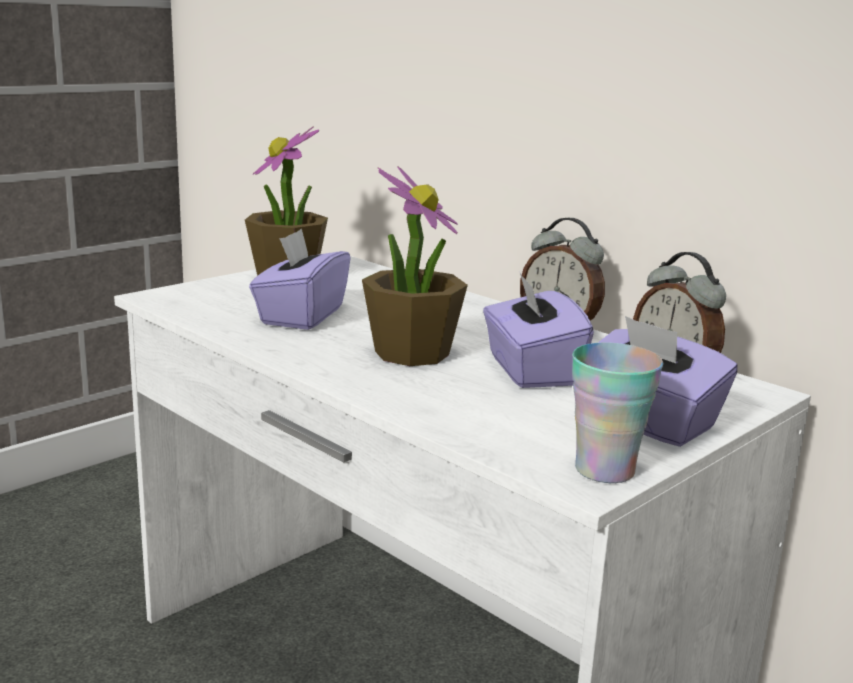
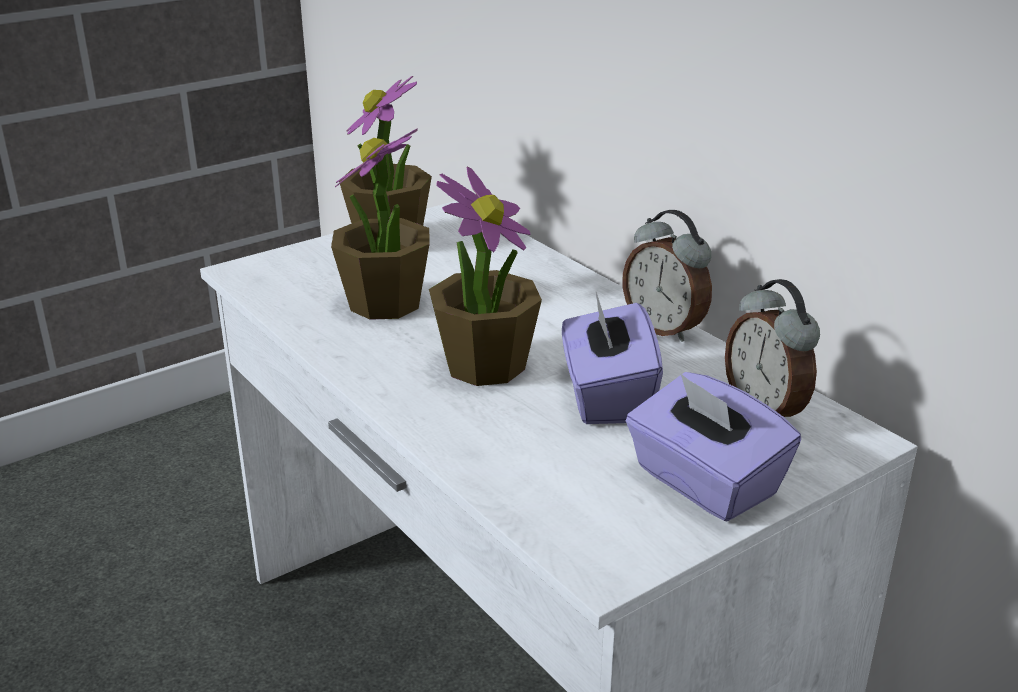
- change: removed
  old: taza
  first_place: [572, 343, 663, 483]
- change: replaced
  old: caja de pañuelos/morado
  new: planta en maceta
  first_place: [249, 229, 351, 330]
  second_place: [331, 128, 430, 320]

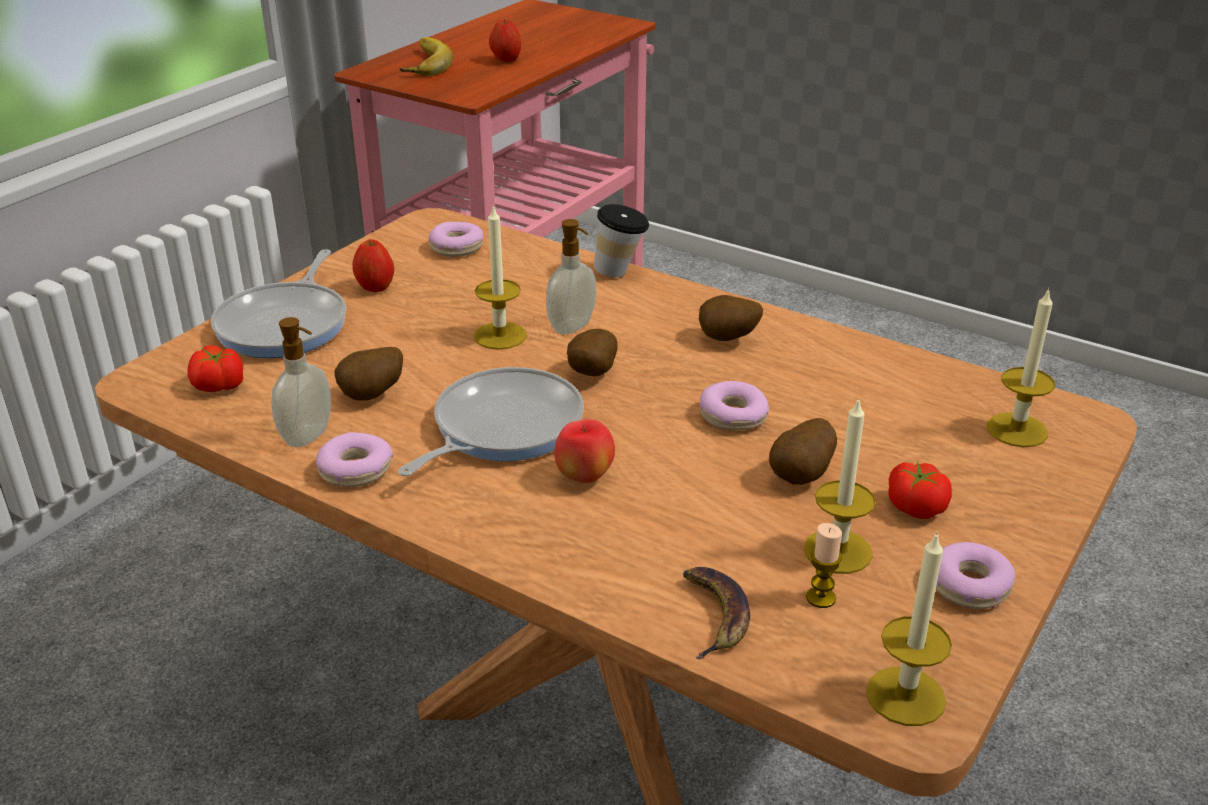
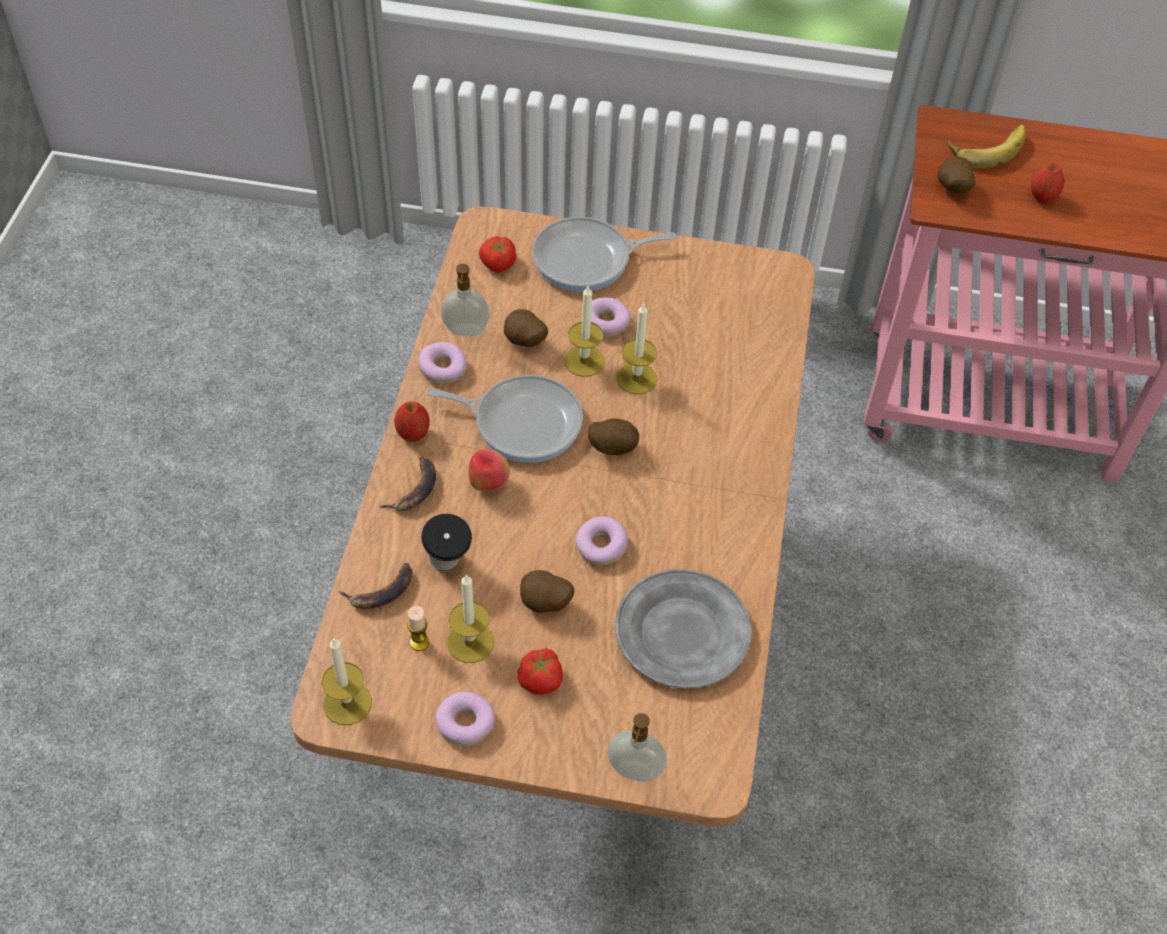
- change: added
  new: plátano
  second_place: [379, 457, 436, 511]
- change: added
  new: plato/gris
  second_place: [615, 569, 751, 689]
- change: moved
  old: manzana
  first_place: [352, 239, 394, 292]
  second_place: [394, 401, 430, 442]
- change: moved
  old: rosquilla
  first_place: [429, 222, 483, 257]
  second_place: [591, 297, 630, 337]
- change: moved
  old: dispensador de jabón
  first_place: [546, 219, 596, 335]
  second_place: [607, 713, 667, 782]
- change: moved
  old: taza
  first_place: [594, 204, 649, 277]
  second_place: [421, 514, 472, 570]
- change: moved
  old: patata
  first_place: [699, 295, 763, 341]
  second_place: [938, 156, 975, 193]
- change: moved
  old: vela
  first_place: [987, 288, 1055, 447]
  second_place: [564, 286, 605, 377]

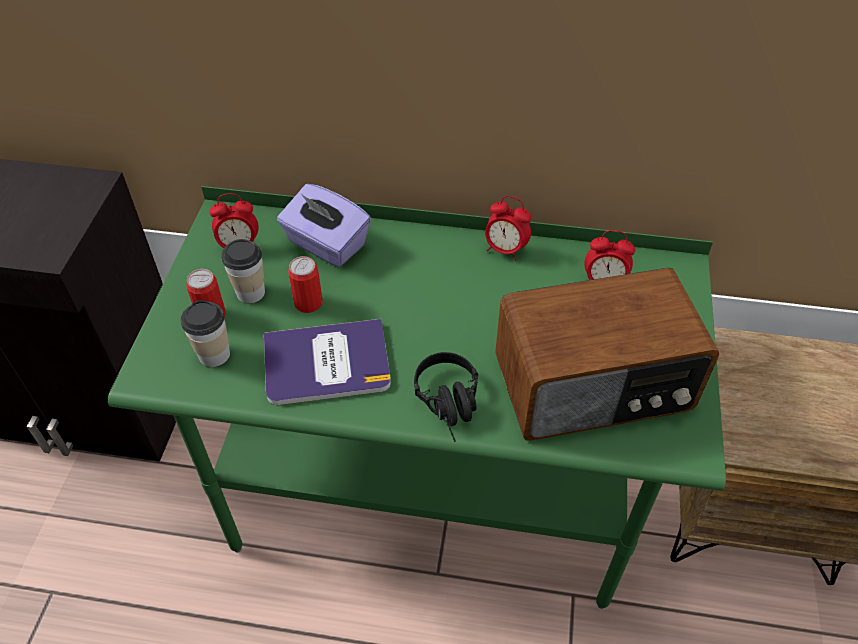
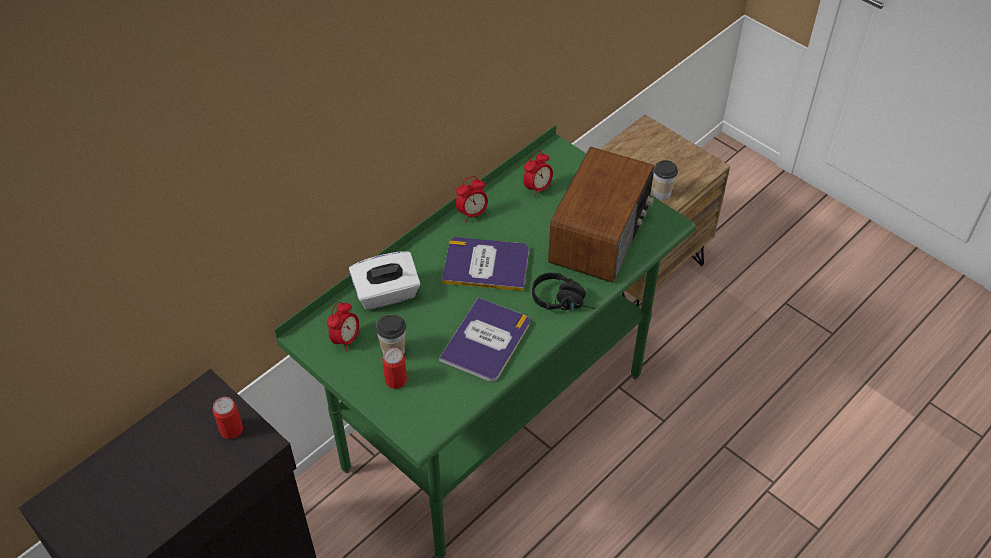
- change: added
  new: libro
  second_place: [442, 237, 529, 291]
- change: moved
  old: taza
  first_place: [181, 300, 230, 367]
  second_place: [653, 160, 678, 200]
- change: moved
  old: lata
  first_place: [288, 256, 323, 313]
  second_place: [213, 397, 243, 439]
- change: recoloured
  old: caja de pañuelos/morado
  new: caja de pañuelos/blanco
  first_place: [277, 184, 371, 267]
  second_place: [349, 252, 421, 310]

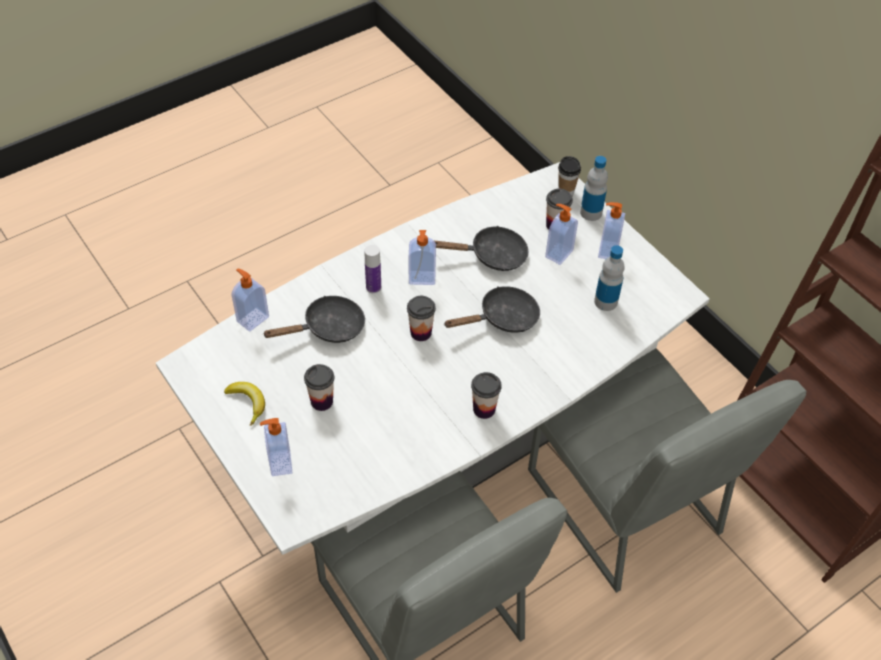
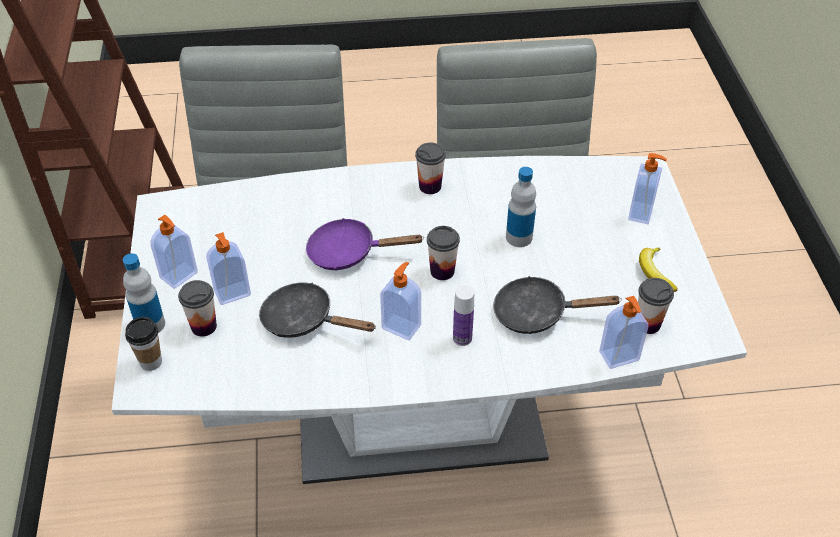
- change: moved
  old: taza
  first_place: [304, 364, 334, 411]
  second_place: [638, 278, 674, 334]
- change: moved
  old: botella
  first_place: [594, 245, 624, 311]
  second_place: [506, 167, 536, 247]
- change: recoloured
  old: sartén/negro
  new: sartén/morado
  first_place: [445, 286, 540, 333]
  second_place: [306, 218, 423, 271]

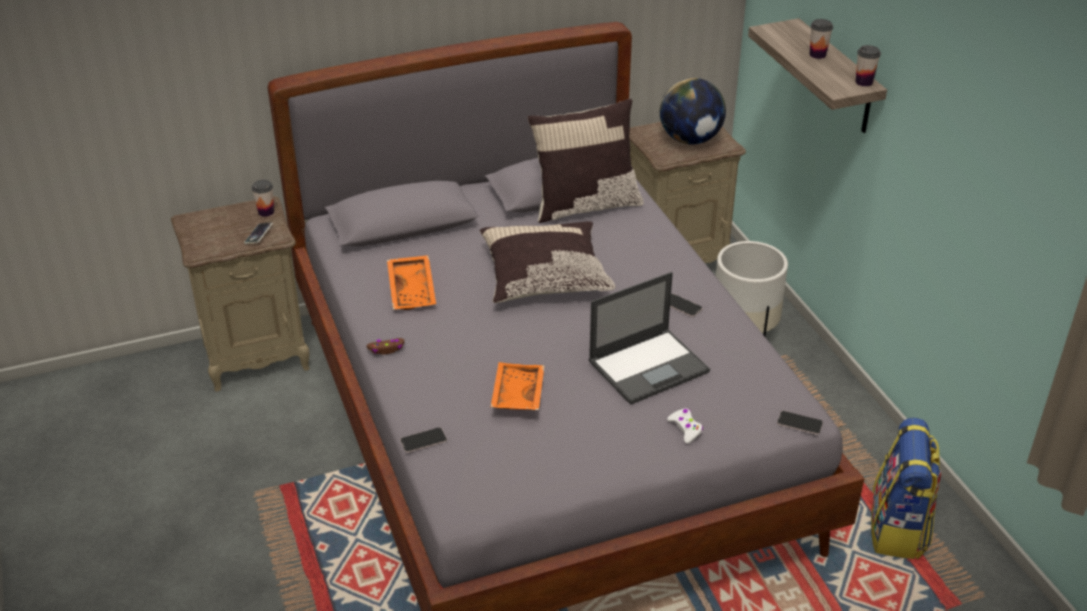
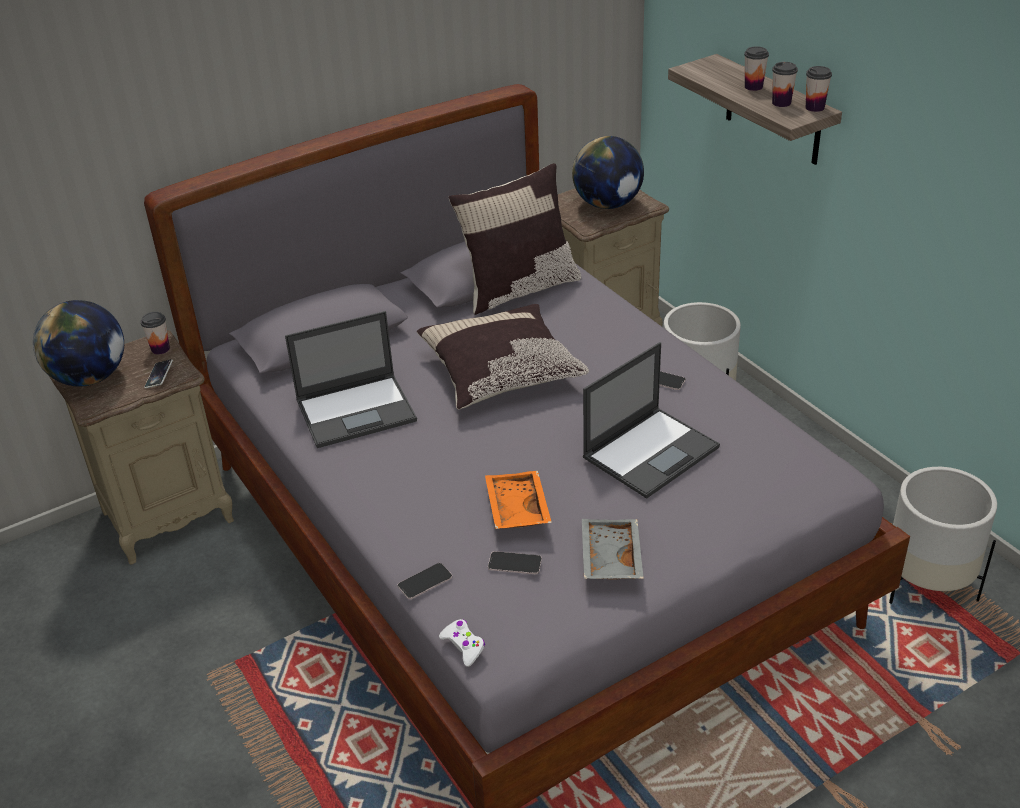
- change: removed
  old: mando de consola/marrón
  first_place: [366, 338, 404, 355]
- change: added
  new: globo terráqueo
  second_place: [33, 300, 124, 386]
- change: added
  new: bandeja/gris
  second_place: [582, 519, 644, 579]
- change: added
  new: taza
  second_place: [772, 62, 798, 107]
- change: moved
  old: mando de consola/blanco
  first_place: [667, 408, 703, 444]
  second_place: [439, 619, 485, 667]
- change: moved
  old: móvil
  first_place: [777, 411, 823, 435]
  second_place: [488, 551, 542, 574]
- change: replaced
  old: bandeja/naranja
  new: portátil
  first_place: [387, 255, 436, 310]
  second_place: [285, 311, 417, 448]
- change: replaced
  old: mochila
  new: maceta/blanco
  first_place: [871, 418, 941, 559]
  second_place: [889, 467, 997, 604]

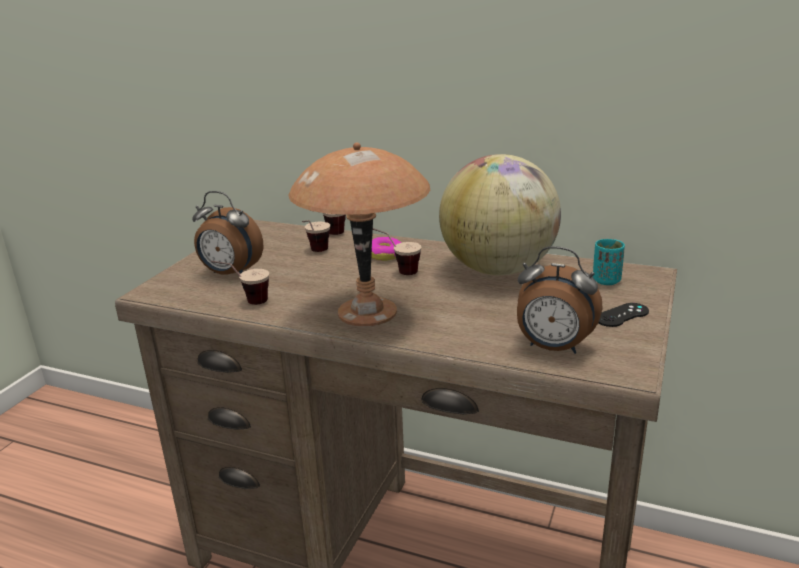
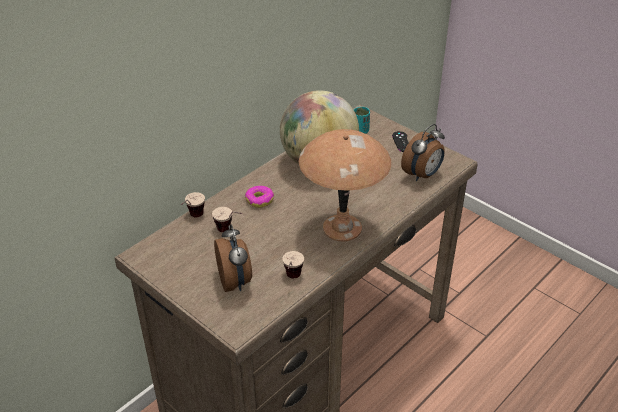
- change: removed
  old: taza
  first_place: [373, 228, 421, 275]
- change: turned
  old: despertador
  first_place: [192, 191, 263, 275]
  second_place: [214, 224, 252, 292]
  degrees: -60

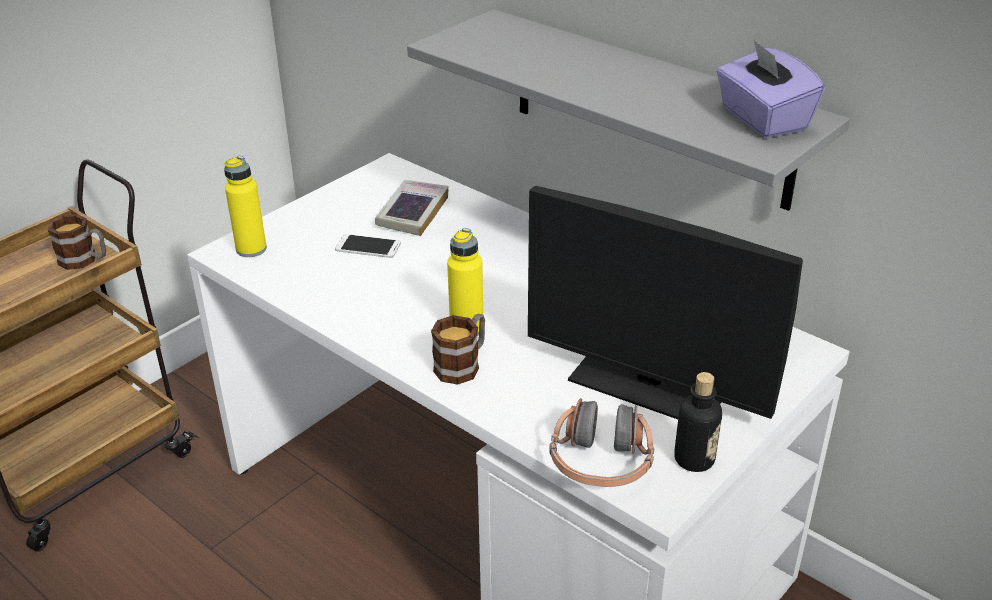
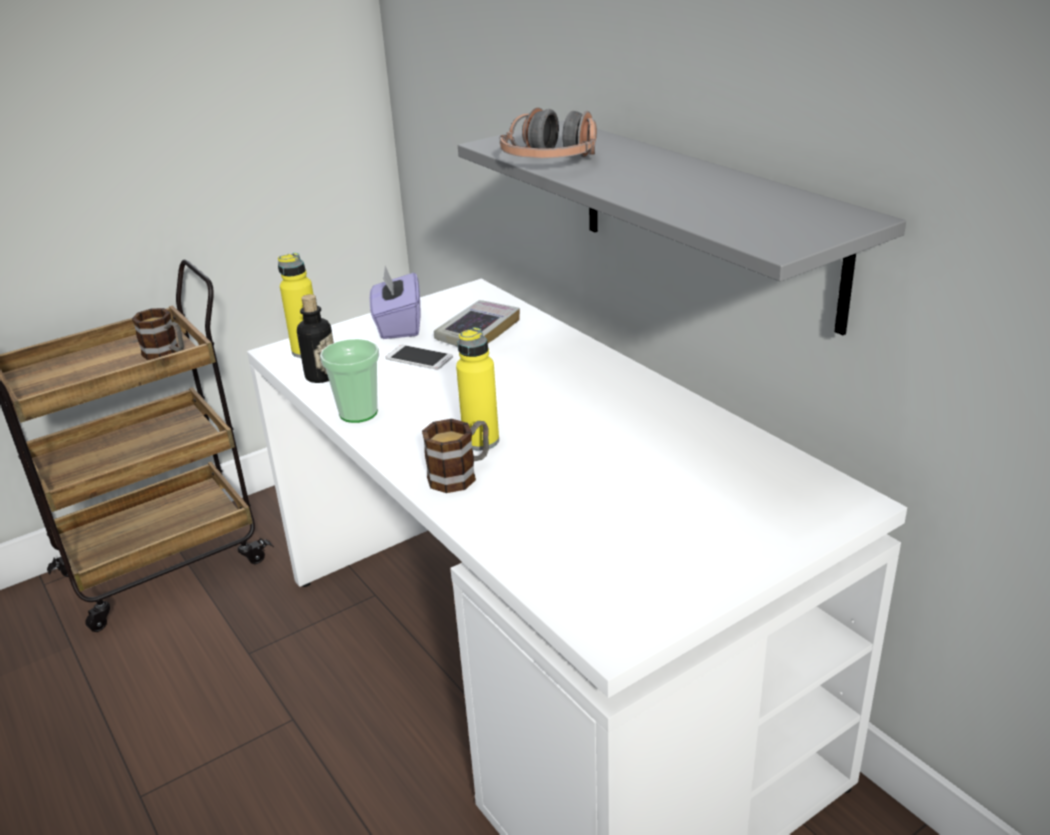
- change: removed
  old: monitor
  first_place: [528, 186, 803, 419]
- change: added
  new: taza
  second_place: [320, 339, 379, 423]
- change: moved
  old: auriculares
  first_place: [550, 398, 654, 487]
  second_place: [500, 108, 597, 158]
- change: moved
  old: botella
  first_place: [674, 372, 722, 472]
  second_place: [297, 294, 334, 383]
- change: moved
  old: caja de pañuelos/morado
  first_place: [717, 40, 825, 138]
  second_place: [369, 266, 421, 339]

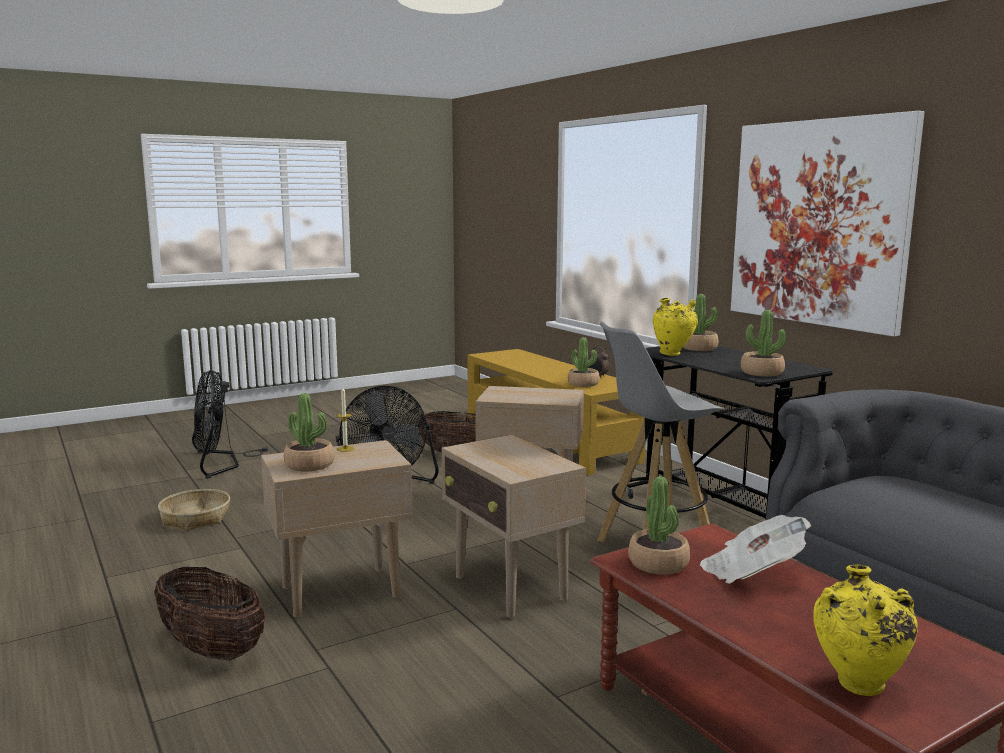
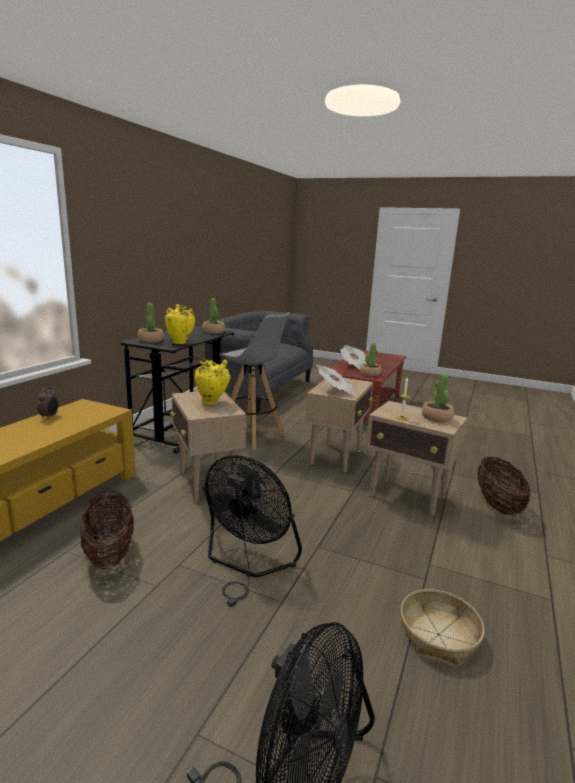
- change: removed
  old: planta en maceta
  first_place: [568, 337, 600, 387]
- change: removed
  old: cuadro
  first_place: [731, 111, 924, 336]
- change: added
  new: periódico
  second_place: [316, 365, 356, 395]
- change: moved
  old: florero/amarillo
  first_place: [813, 565, 918, 696]
  second_place: [195, 360, 230, 405]

